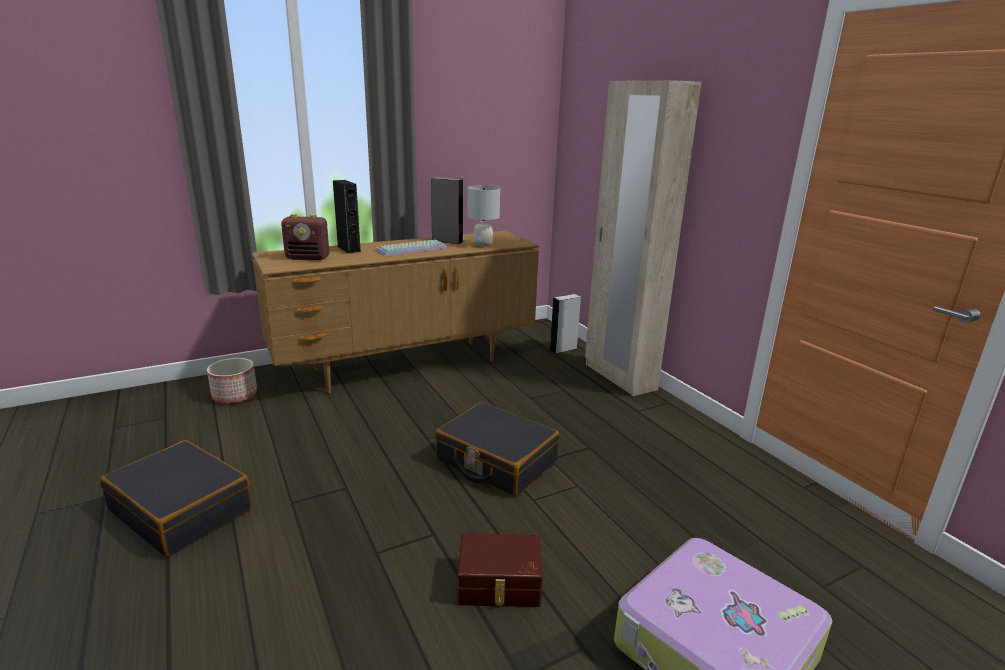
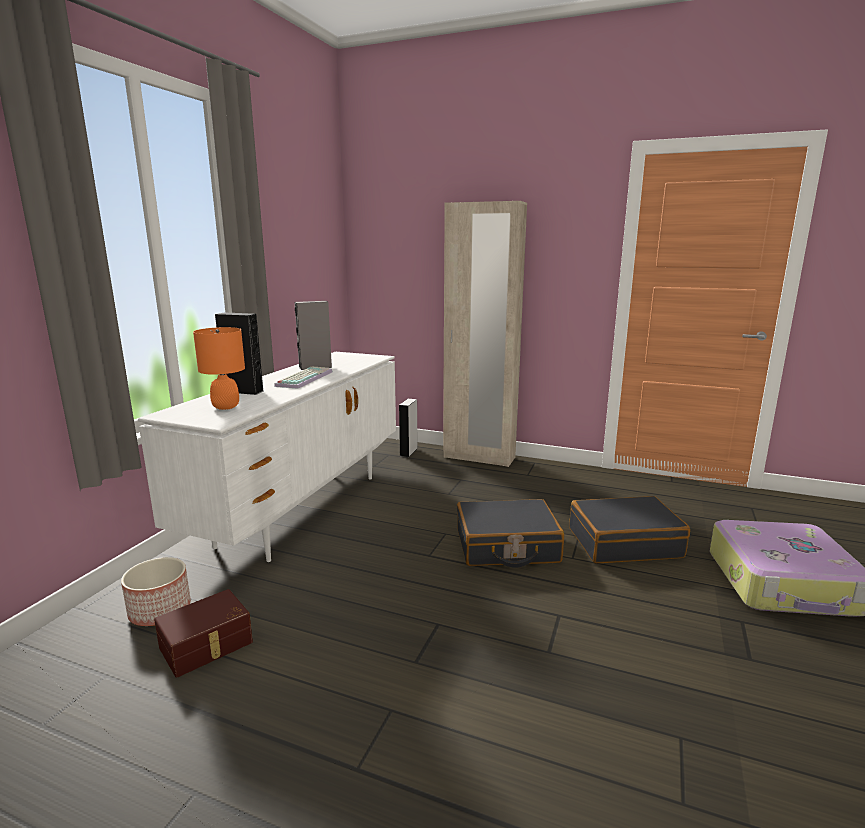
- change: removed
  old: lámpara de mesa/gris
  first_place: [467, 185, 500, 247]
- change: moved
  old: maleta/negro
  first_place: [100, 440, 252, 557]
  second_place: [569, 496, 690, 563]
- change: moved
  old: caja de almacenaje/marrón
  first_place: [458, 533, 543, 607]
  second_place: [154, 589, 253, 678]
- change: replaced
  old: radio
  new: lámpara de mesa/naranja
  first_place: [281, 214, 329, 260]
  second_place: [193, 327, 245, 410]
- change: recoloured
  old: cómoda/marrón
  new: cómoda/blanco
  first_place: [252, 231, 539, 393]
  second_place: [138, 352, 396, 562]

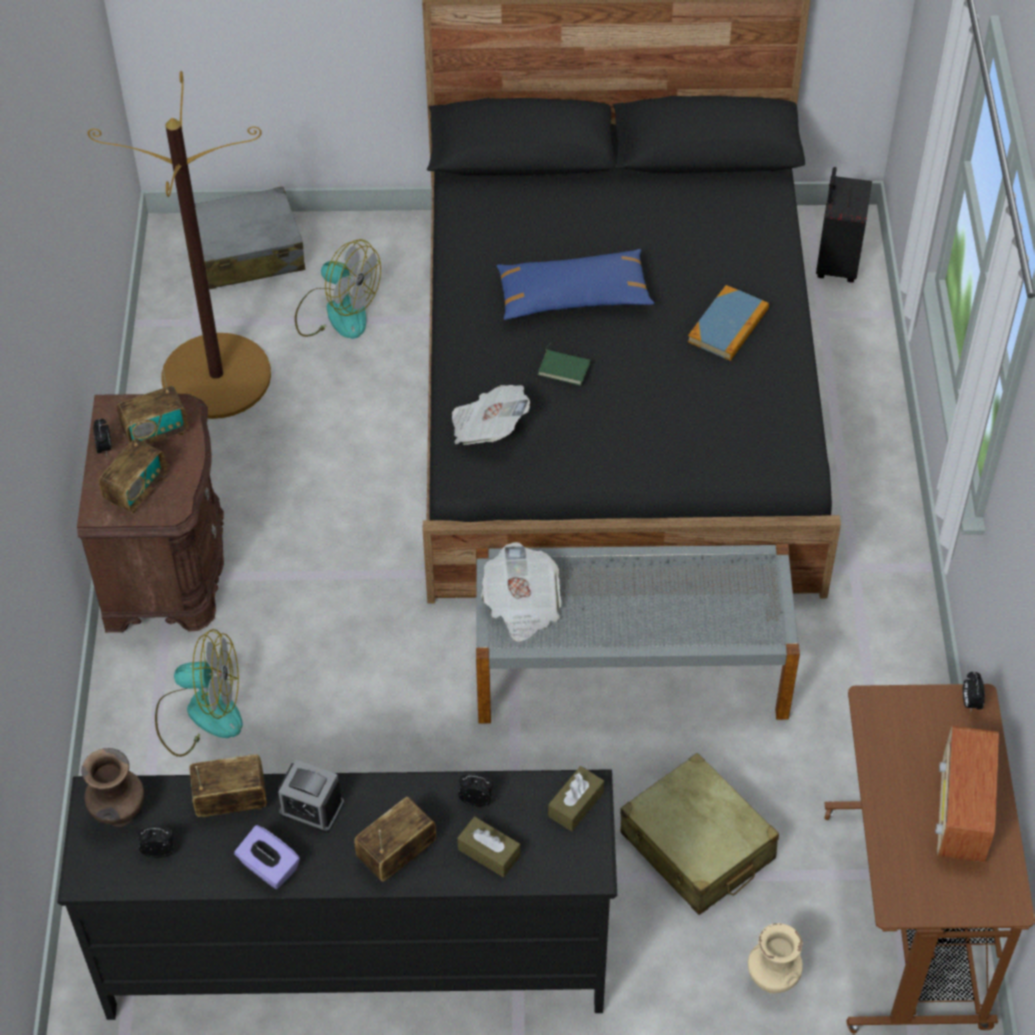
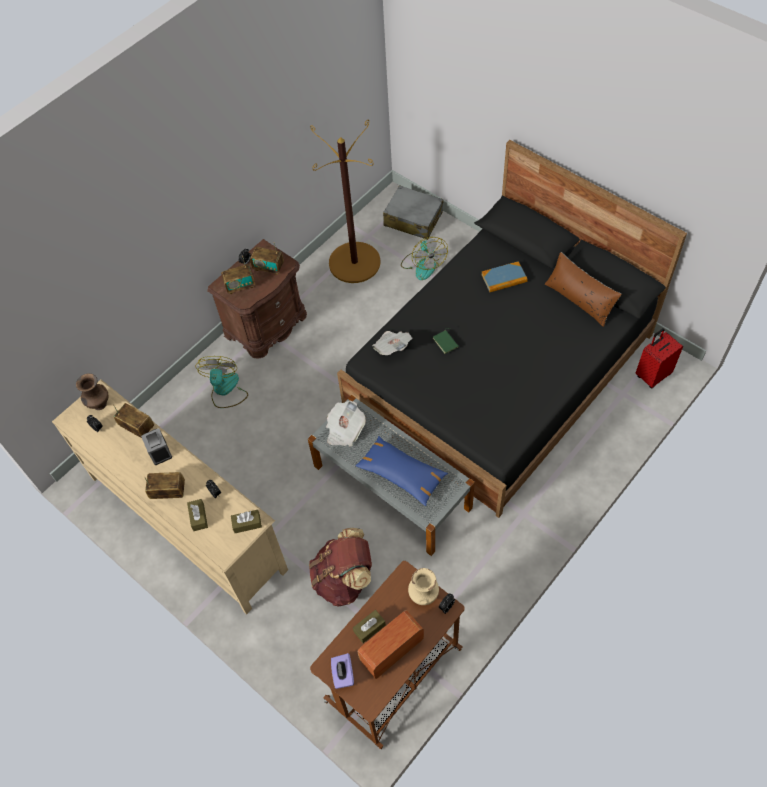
- change: added
  new: caja de pañuelos/marrón
  second_place: [353, 610, 386, 643]
- change: added
  new: cojín/marrón
  second_place: [545, 252, 622, 327]
- change: moved
  old: caja de pañuelos/morado
  first_place: [234, 825, 300, 889]
  second_place: [331, 653, 354, 689]
- change: moved
  old: cojín/azul
  first_place: [496, 249, 654, 320]
  second_place: [355, 436, 448, 506]
- change: moved
  old: libro
  first_place: [688, 285, 769, 361]
  second_place: [481, 261, 528, 292]
- change: moved
  old: florero/beis
  first_place: [748, 923, 803, 993]
  second_place: [408, 568, 439, 605]
- change: replaced
  old: maleta/beis
  new: mochila/marrón
  first_place: [620, 753, 779, 915]
  second_place: [309, 528, 372, 606]
- change: recoloured
  old: cómoda/negro
  new: cómoda/beis
  first_place: [57, 769, 617, 1020]
  second_place: [52, 380, 288, 615]
- change: recoloured
  old: maleta/negro
  new: maleta/rojo
  first_place: [816, 167, 872, 283]
  second_place: [636, 328, 683, 388]
- change: turned
  old: ventilador
  first_place: [155, 629, 243, 757]
  second_place: [196, 356, 248, 408]
  degrees: -135

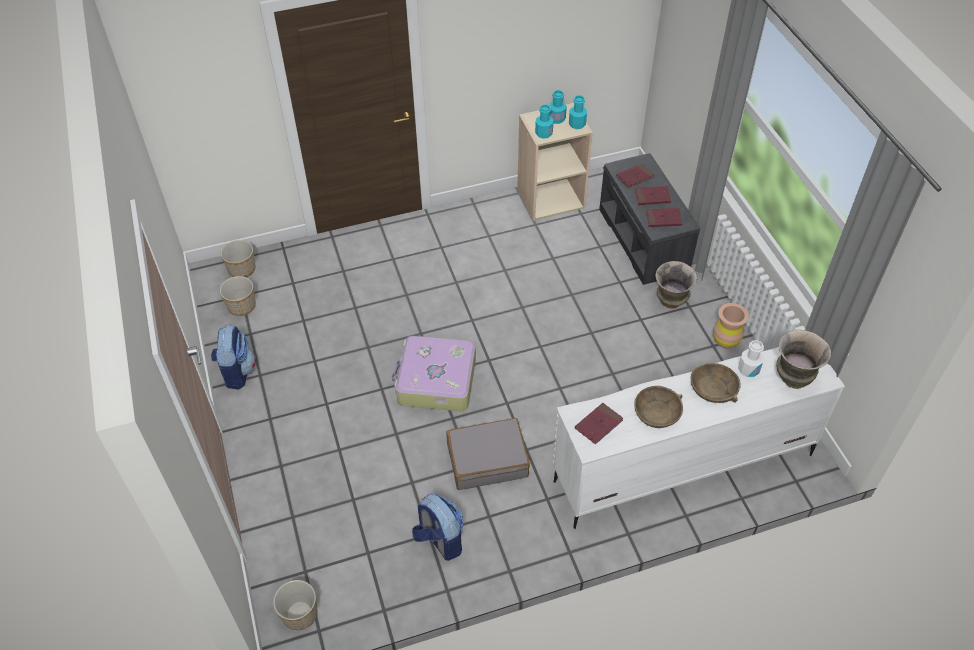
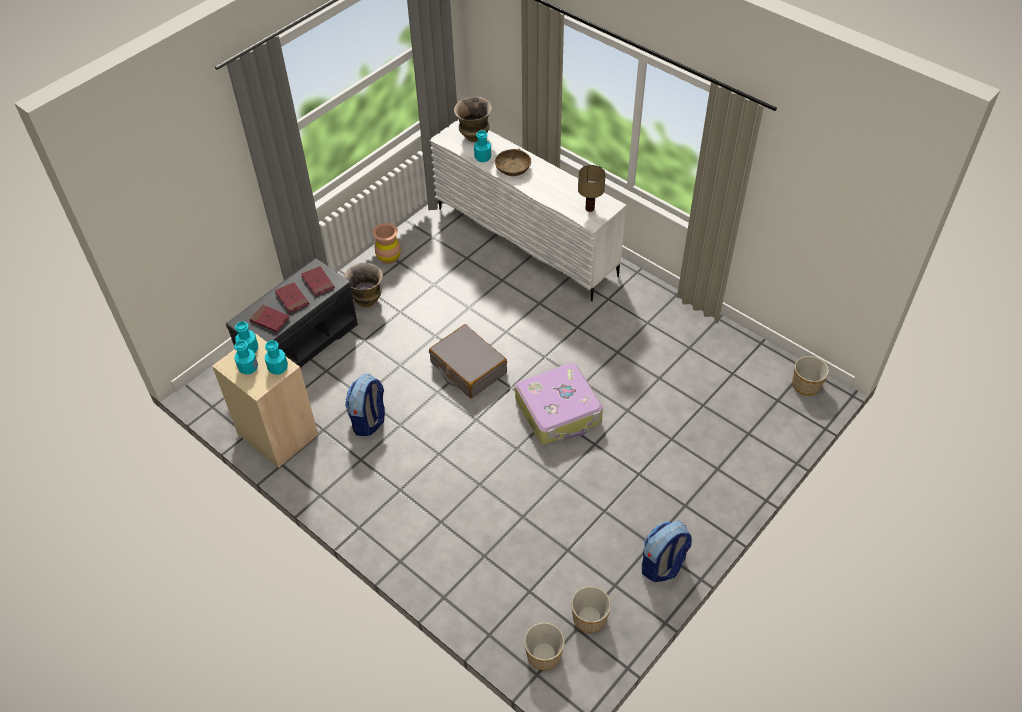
- change: removed
  old: cuenco/marrón
  first_place: [634, 386, 683, 428]
- change: moved
  old: mochila
  first_place: [412, 493, 463, 561]
  second_place: [345, 374, 385, 436]
- change: moved
  old: maleta/gris
  first_place: [446, 418, 530, 490]
  second_place: [429, 324, 507, 398]
- change: replaced
  old: libro/rojo
  new: lámpara de mesa
  first_place: [575, 403, 623, 444]
  second_place: [578, 165, 606, 212]
- change: recoloured
  old: botella/blanco
  new: botella/turquesa
  first_place: [738, 340, 764, 377]
  second_place: [474, 130, 491, 162]

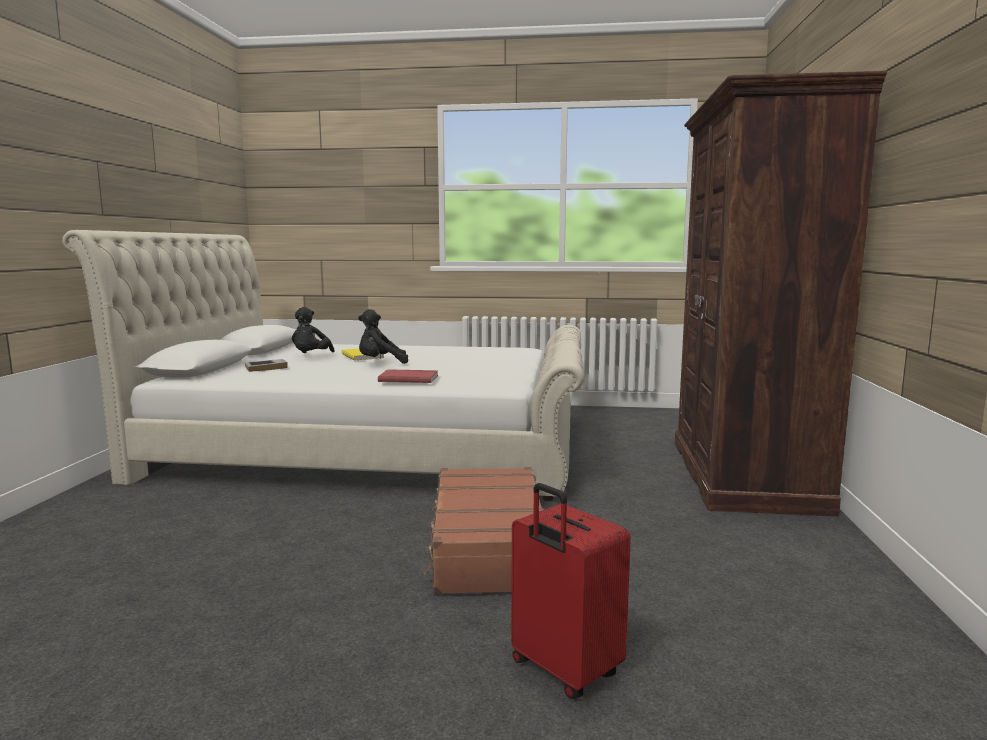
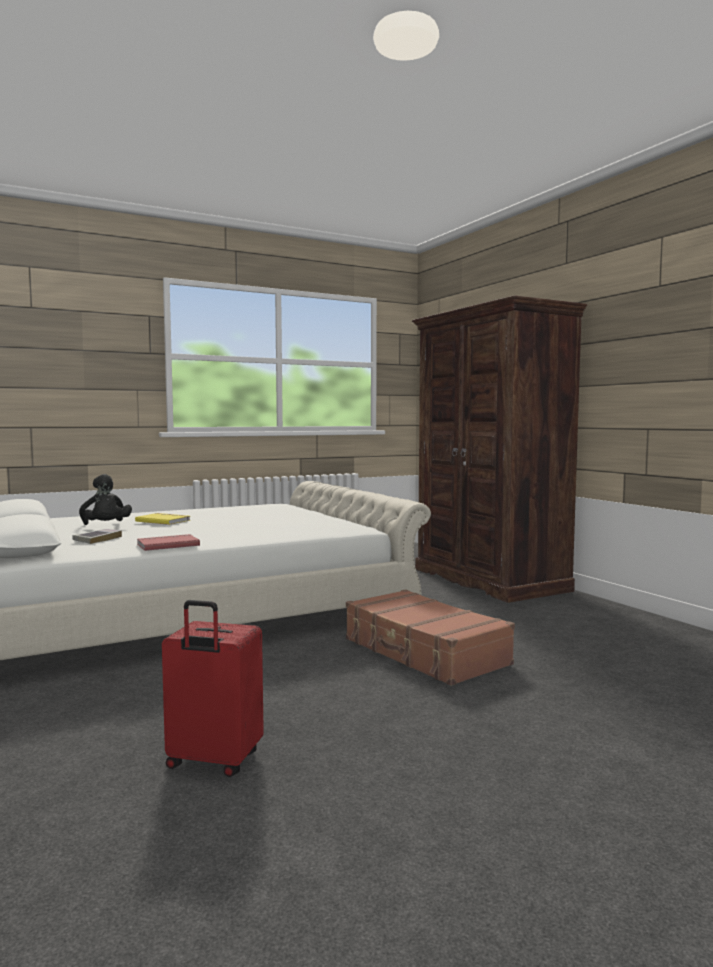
- change: removed
  old: peluche/negro
  first_place: [358, 309, 408, 364]
- change: moved
  old: libro/rojo
  first_place: [378, 369, 438, 383]
  second_place: [137, 534, 200, 551]
- change: moved
  old: maleta/rojo
  first_place: [511, 483, 631, 699]
  second_place: [162, 600, 264, 777]

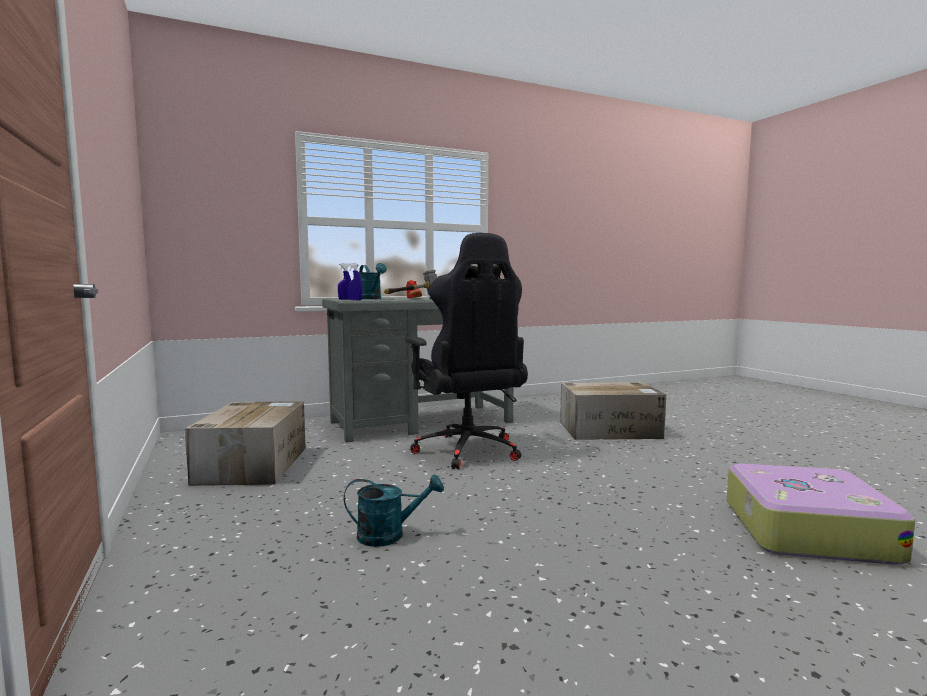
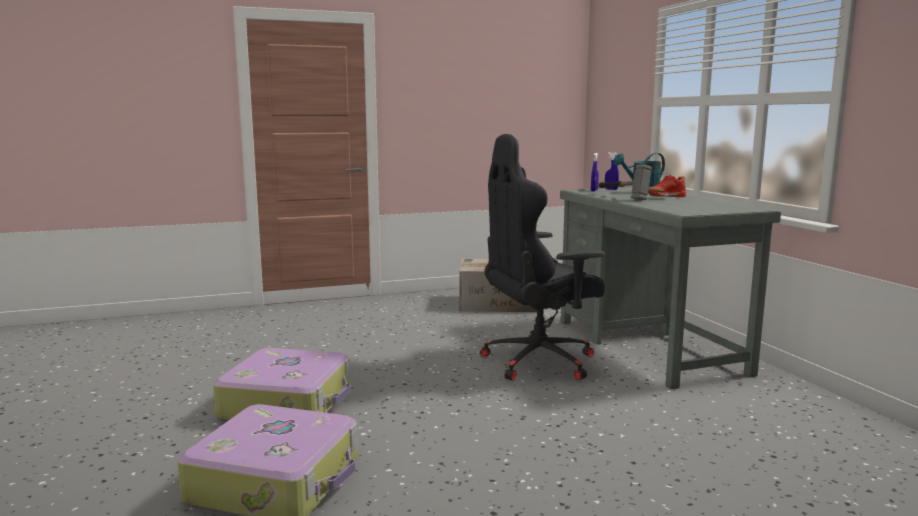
- change: removed
  old: regadera/turquesa
  first_place: [344, 474, 444, 547]
- change: removed
  old: caja de cartón
  first_place: [560, 382, 666, 440]
- change: added
  new: maleta
  second_place: [213, 348, 351, 421]

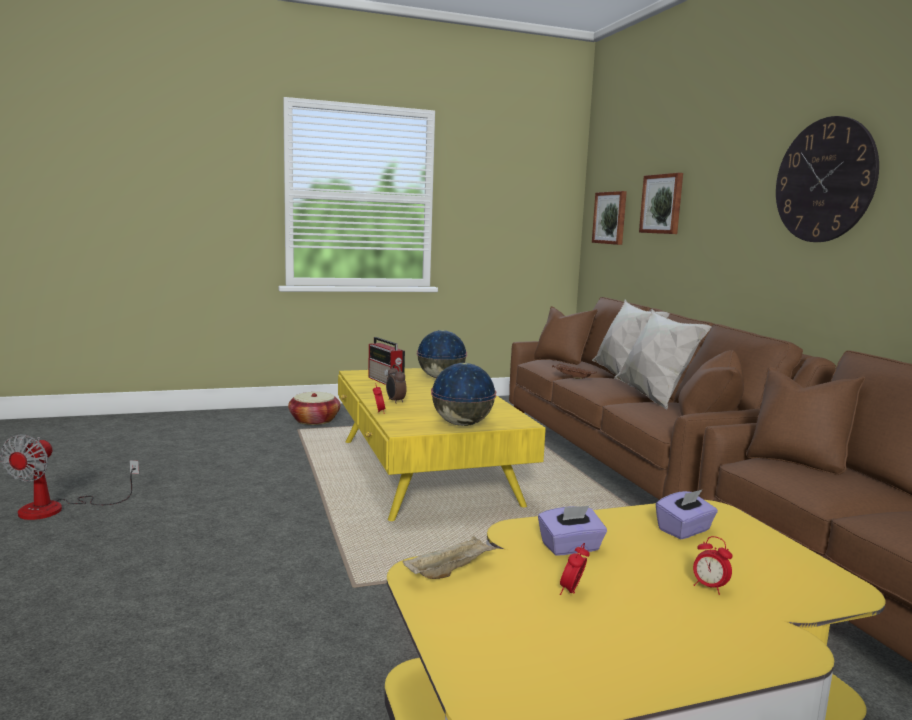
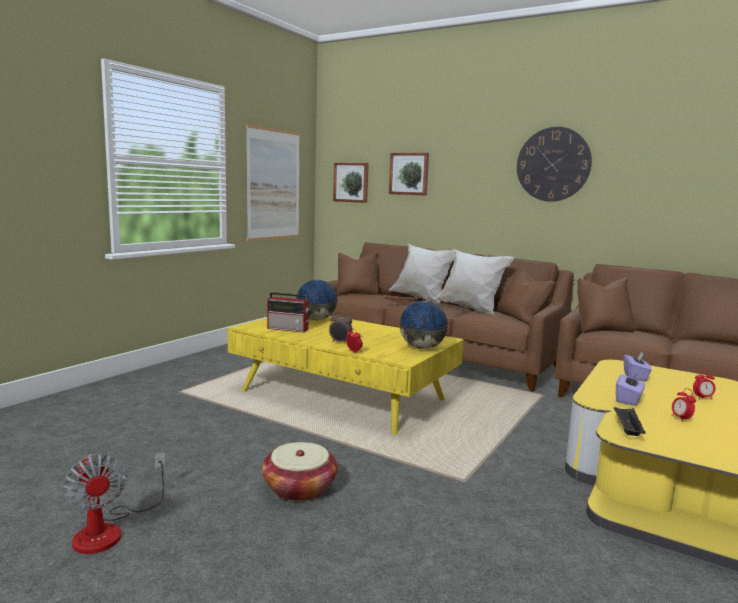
- change: added
  new: cuadro
  second_place: [246, 125, 300, 241]
- change: moved
  old: cesta
  first_place: [288, 392, 340, 425]
  second_place: [262, 442, 338, 501]
- change: recoloured
  old: bandeja/beis
  new: bandeja/negro
  first_place: [403, 535, 497, 579]
  second_place: [614, 407, 646, 436]

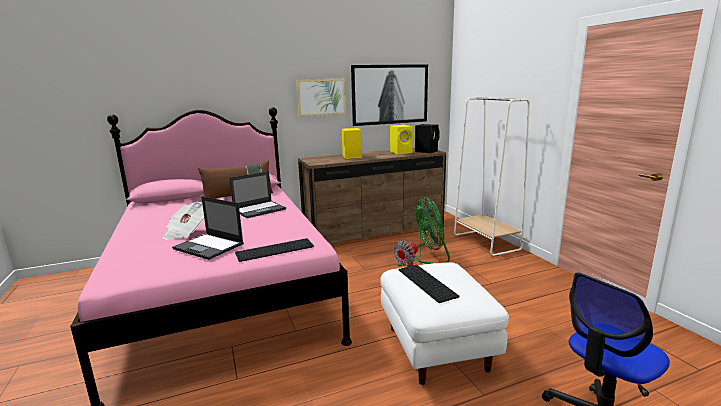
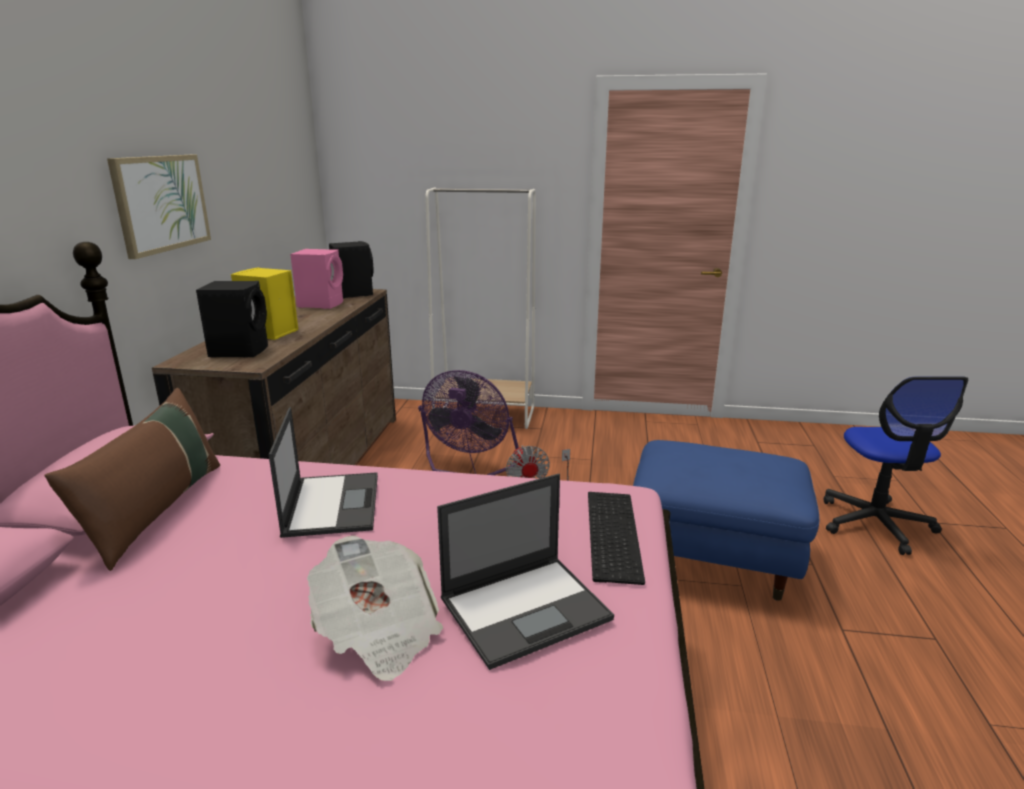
- change: removed
  old: cuadro
  first_place: [351, 64, 428, 126]
- change: removed
  old: teclado
  first_place: [399, 265, 459, 303]
- change: added
  new: altavoz/negro
  second_place: [196, 281, 268, 357]
- change: recoloured
  old: puf/blanco
  new: puf/azul
  first_place: [380, 262, 509, 385]
  second_place: [633, 440, 819, 601]
- change: recoloured
  old: altavoz/amarillo
  new: altavoz/rosa
  first_place: [390, 125, 413, 154]
  second_place: [290, 249, 343, 309]
- change: recoloured
  old: ventilador/verde
  new: ventilador/morado
  first_place: [397, 197, 450, 266]
  second_place: [418, 370, 519, 475]

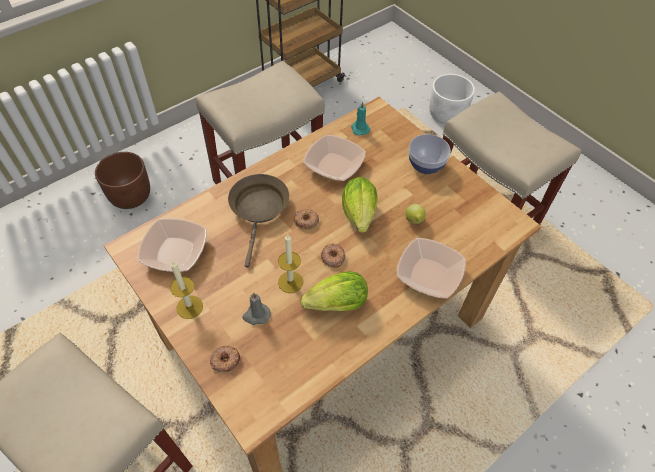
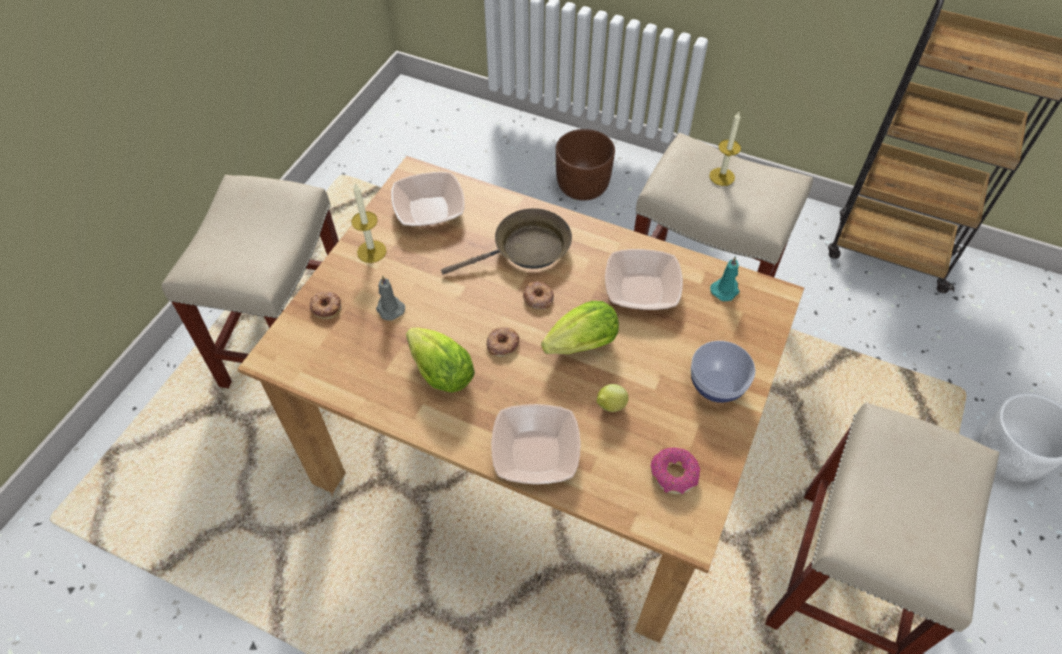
- change: added
  new: rosquilla
  second_place: [650, 448, 700, 494]
- change: moved
  old: vela
  first_place: [278, 234, 303, 293]
  second_place: [709, 112, 741, 186]

